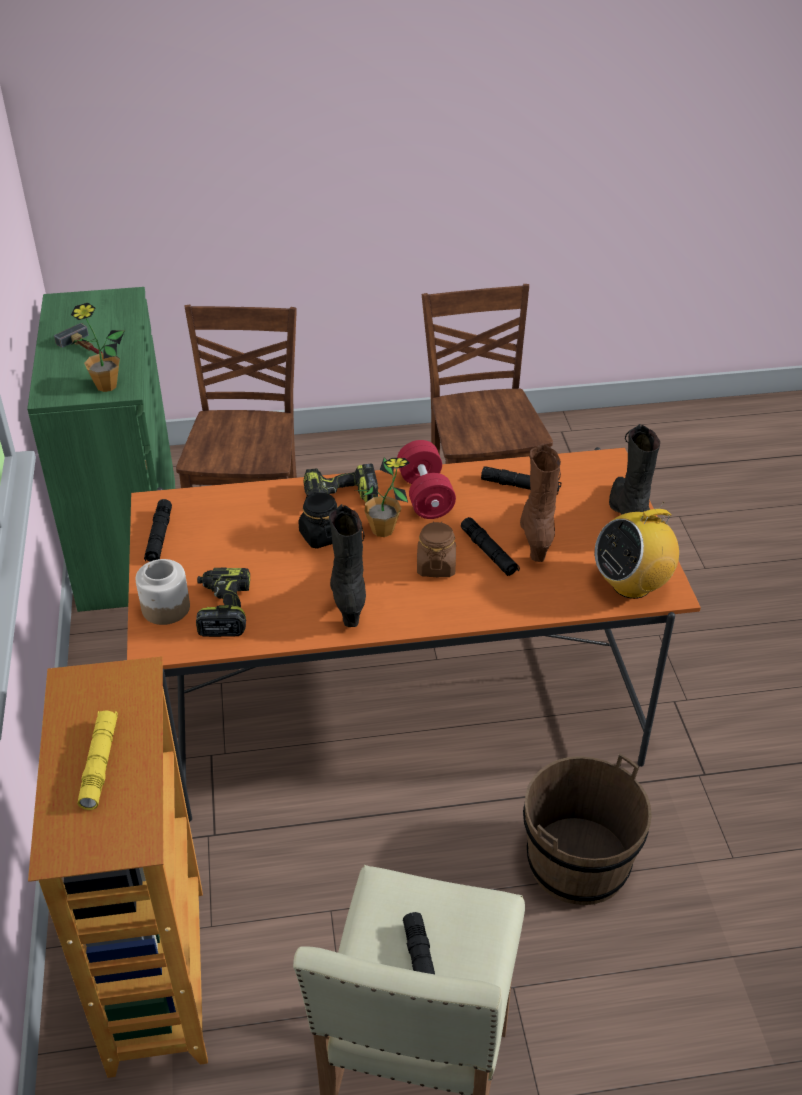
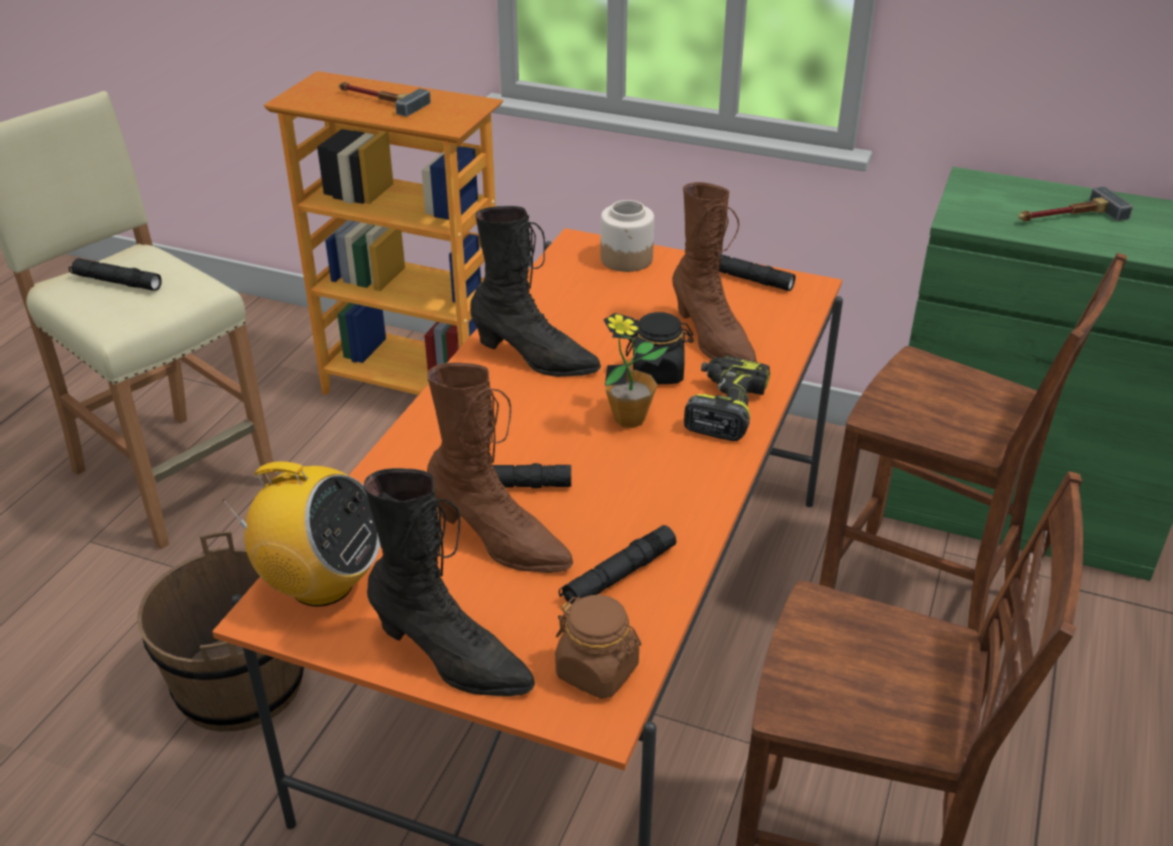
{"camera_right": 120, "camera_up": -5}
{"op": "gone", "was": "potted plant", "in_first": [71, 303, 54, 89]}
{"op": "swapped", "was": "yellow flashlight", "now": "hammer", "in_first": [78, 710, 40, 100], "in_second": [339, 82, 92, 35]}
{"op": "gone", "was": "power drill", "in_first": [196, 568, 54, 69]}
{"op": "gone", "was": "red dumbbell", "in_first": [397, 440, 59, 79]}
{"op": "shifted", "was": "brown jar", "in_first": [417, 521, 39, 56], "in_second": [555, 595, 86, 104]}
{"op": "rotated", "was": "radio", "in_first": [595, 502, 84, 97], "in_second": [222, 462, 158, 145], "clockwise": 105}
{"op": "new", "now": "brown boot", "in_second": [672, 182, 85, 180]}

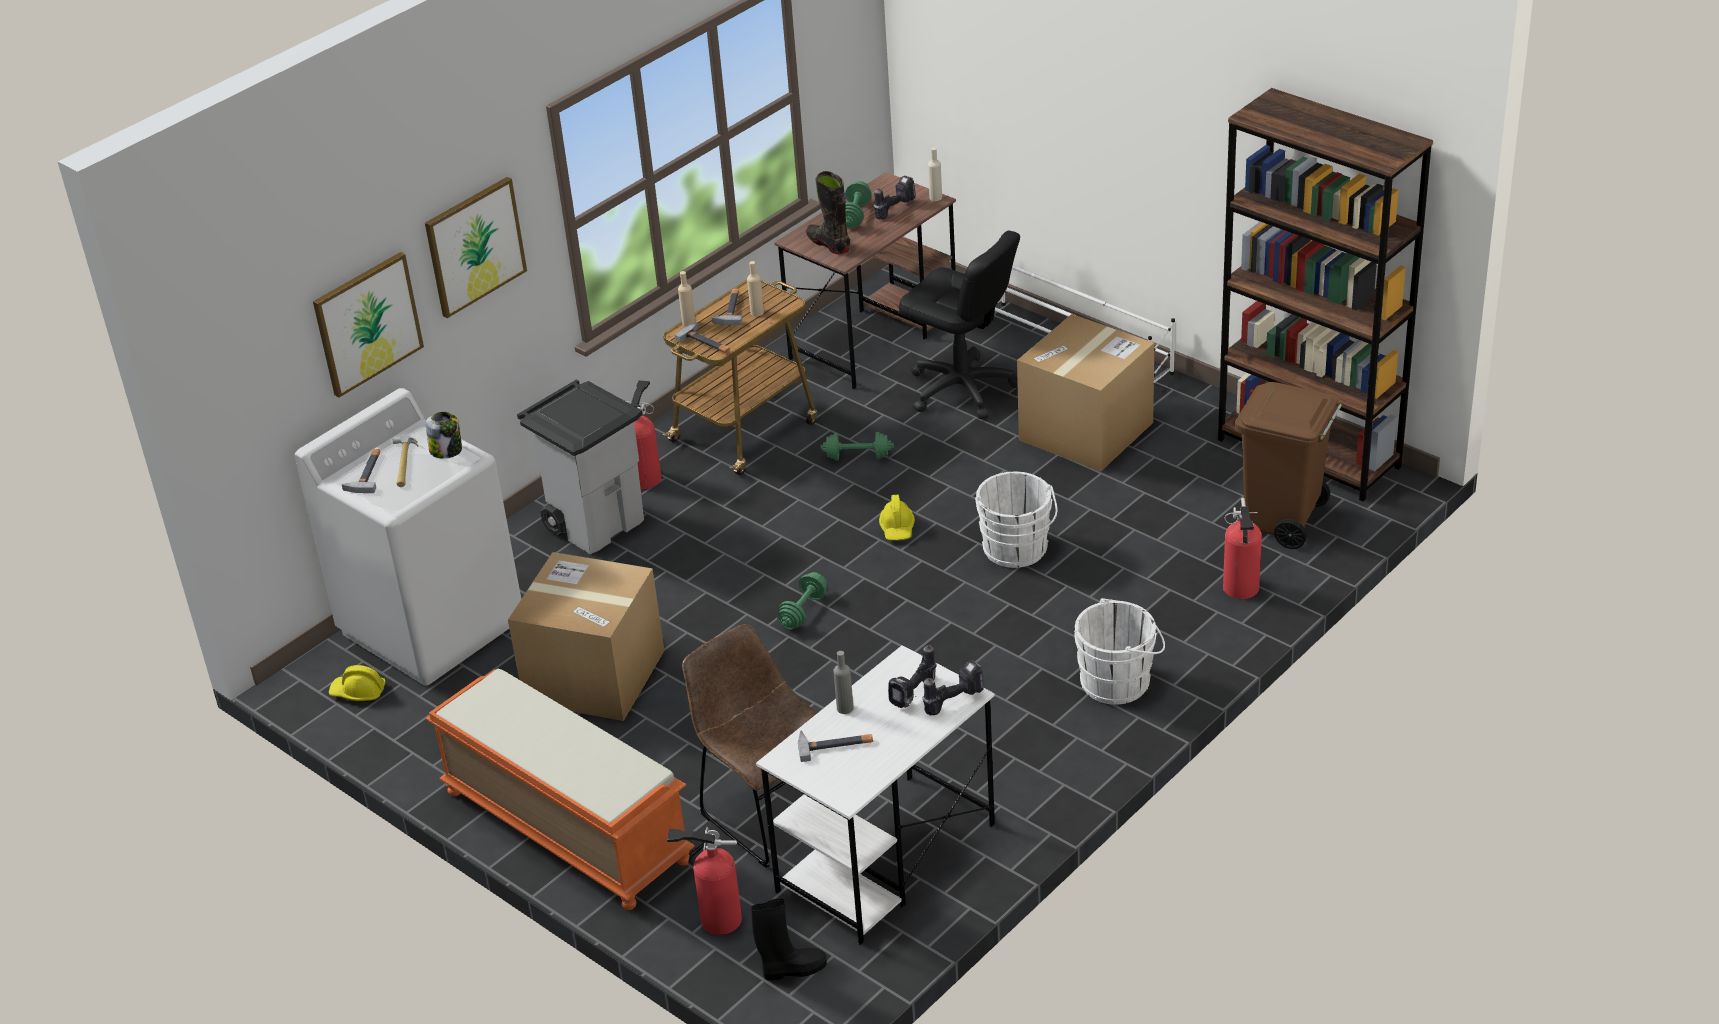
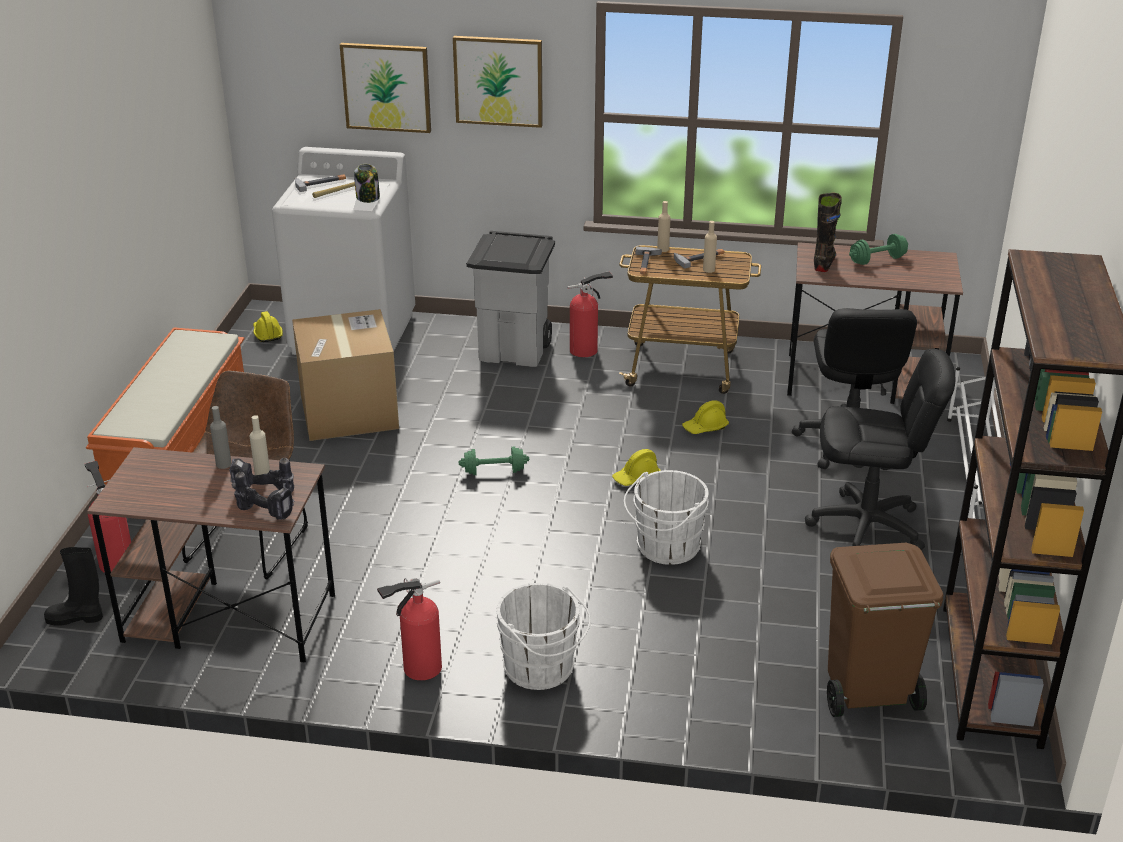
{"camera_right": 55, "camera_up": -5}
{"op": "rotated", "was": "black boot", "in_first": [751, 898, 76, 83], "in_second": [44, 547, 59, 78], "clockwise": 135}
{"op": "repainted", "was": "white desk", "now": "brown desk", "in_first": [756, 645, 239, 300], "in_second": [87, 447, 248, 216]}
{"op": "gone", "was": "hammer", "in_first": [798, 730, 75, 32]}
{"op": "swapped", "was": "green dumbbell", "now": "yellow hard hat", "in_first": [820, 432, 74, 28], "in_second": [682, 400, 47, 34]}
{"op": "gone", "was": "power drill", "in_first": [874, 175, 41, 45]}
{"op": "shifted", "was": "beige bottle", "in_first": [928, 147, 14, 54], "in_second": [249, 415, 21, 60]}
{"op": "swapped", "was": "cardboard box", "now": "black office chair", "in_first": [1017, 314, 137, 158], "in_second": [805, 349, 150, 202]}
{"op": "shifted", "was": "fire extinguisher", "in_first": [1223, 498, 39, 101], "in_second": [377, 578, 65, 102]}

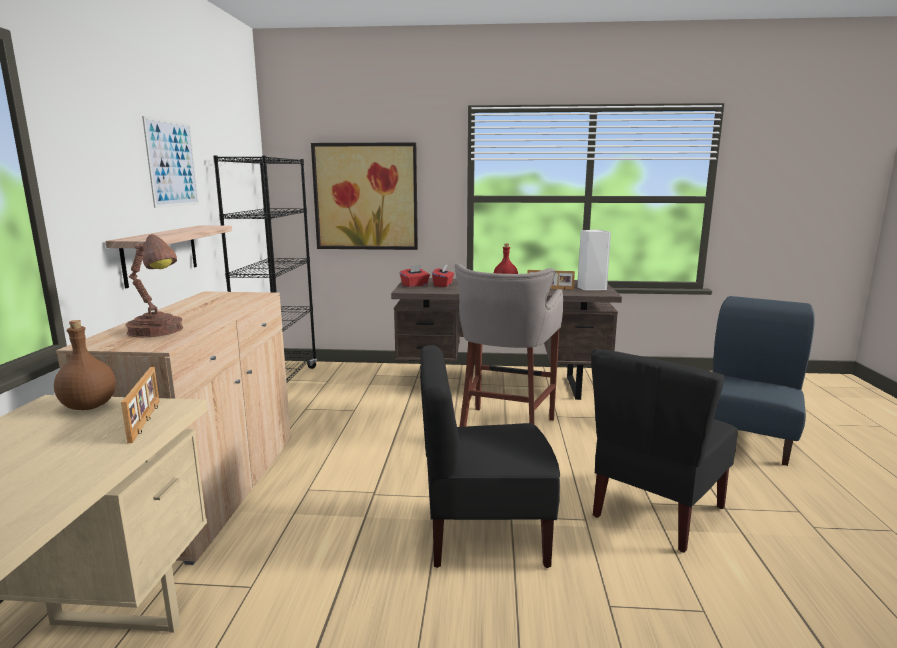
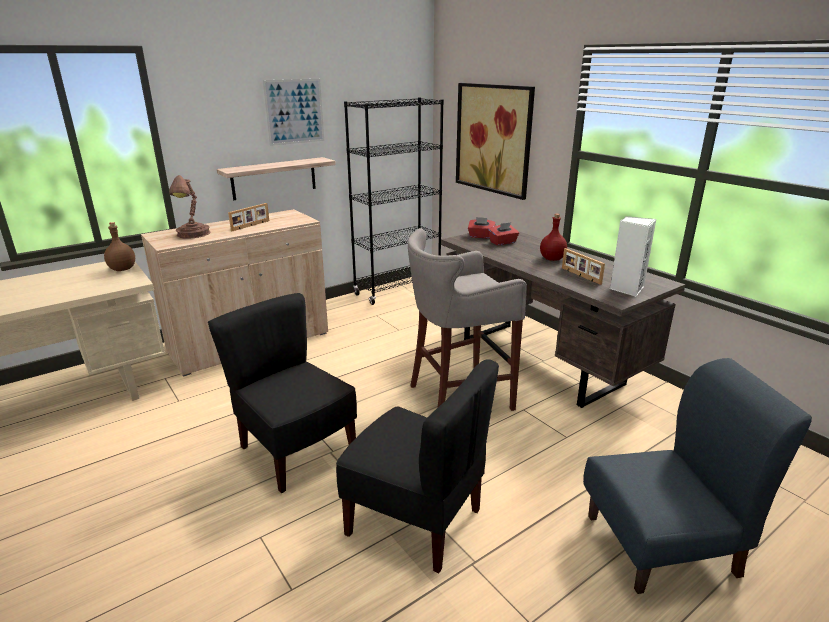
{"camera_right": 50, "camera_up": 10}
{"op": "shifted", "was": "picture frame", "in_first": [121, 367, 38, 76], "in_second": [228, 203, 41, 28]}
{"op": "rotated", "was": "black chair", "in_first": [591, 349, 147, 204], "in_second": [336, 359, 163, 214], "clockwise": -150}

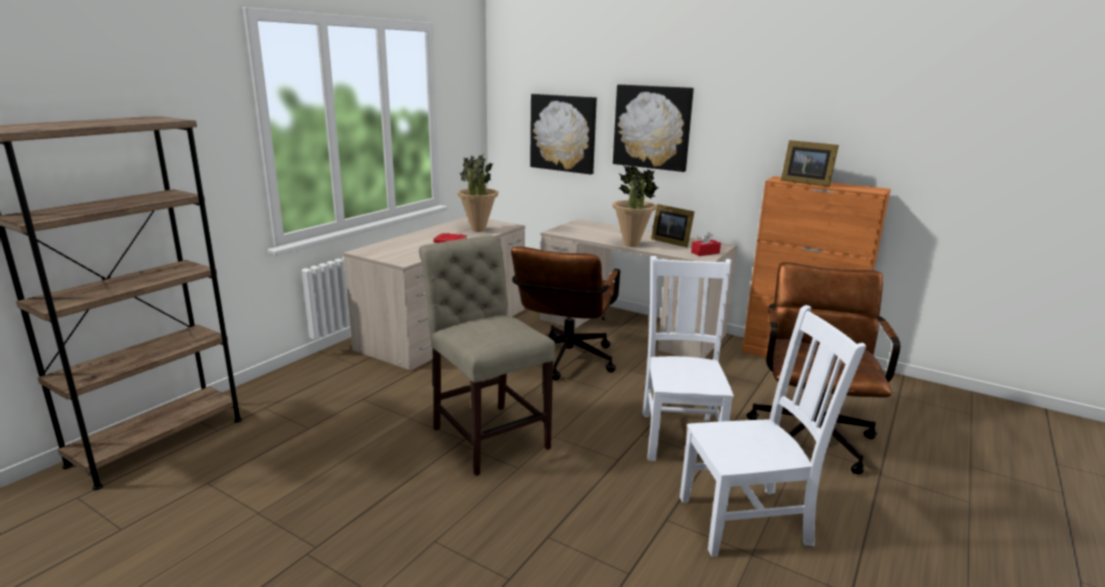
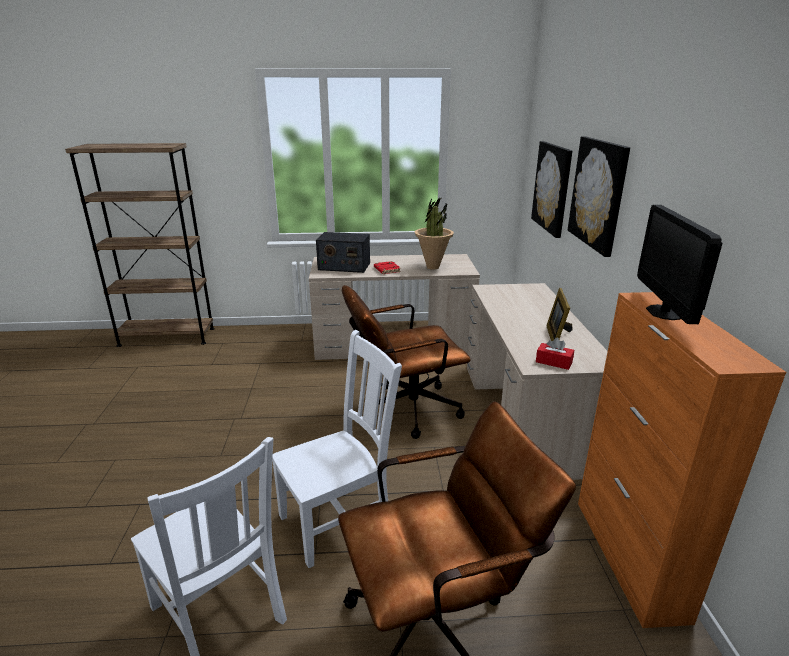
{"camera_right": 55, "camera_up": 5}
{"op": "gone", "was": "beige chair", "in_first": [419, 235, 136, 241]}
{"op": "gone", "was": "potted plant", "in_first": [612, 164, 46, 83]}
{"op": "swapped", "was": "picture frame", "now": "monitor", "in_first": [781, 140, 58, 47], "in_second": [637, 205, 86, 119]}
{"op": "new", "now": "radio", "in_second": [316, 232, 54, 41]}

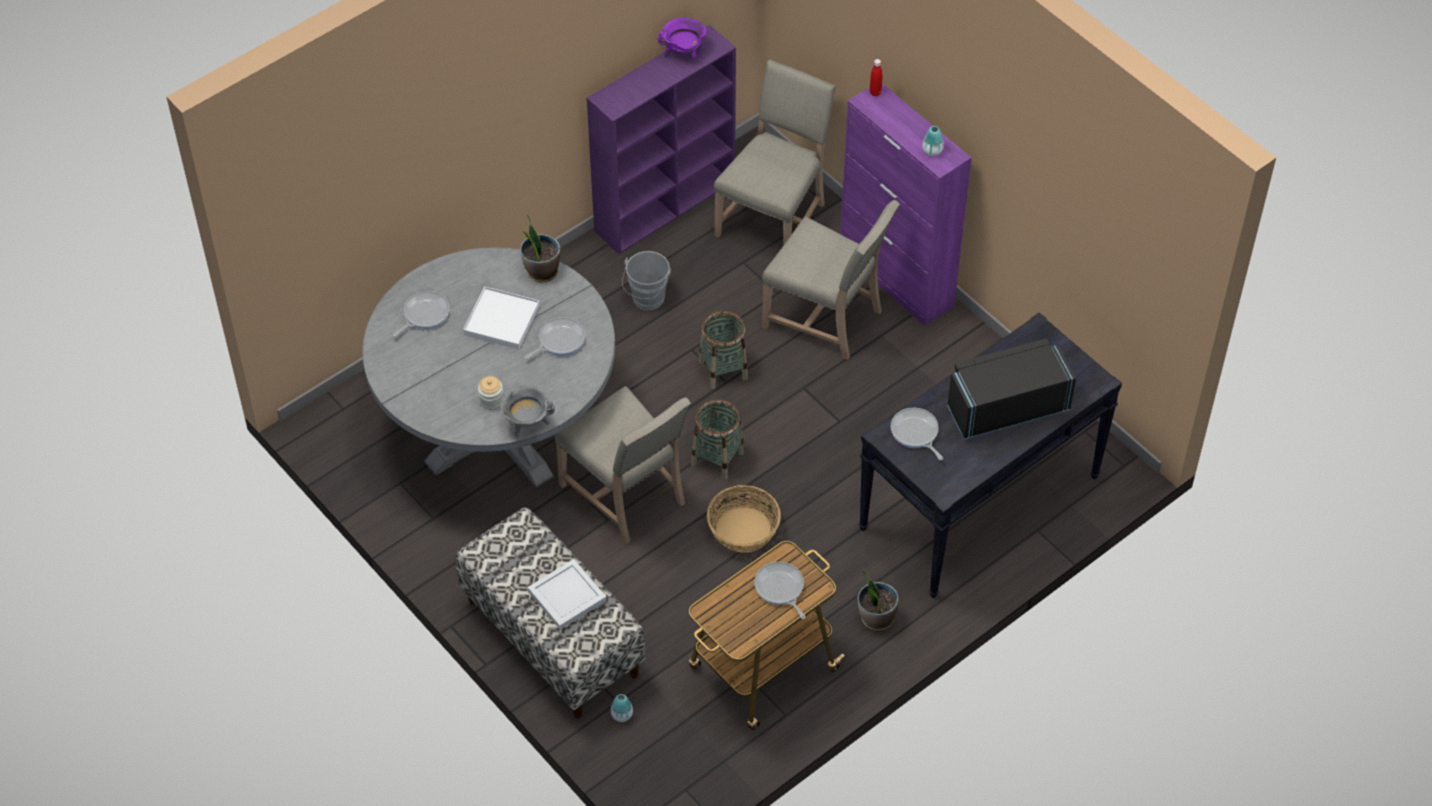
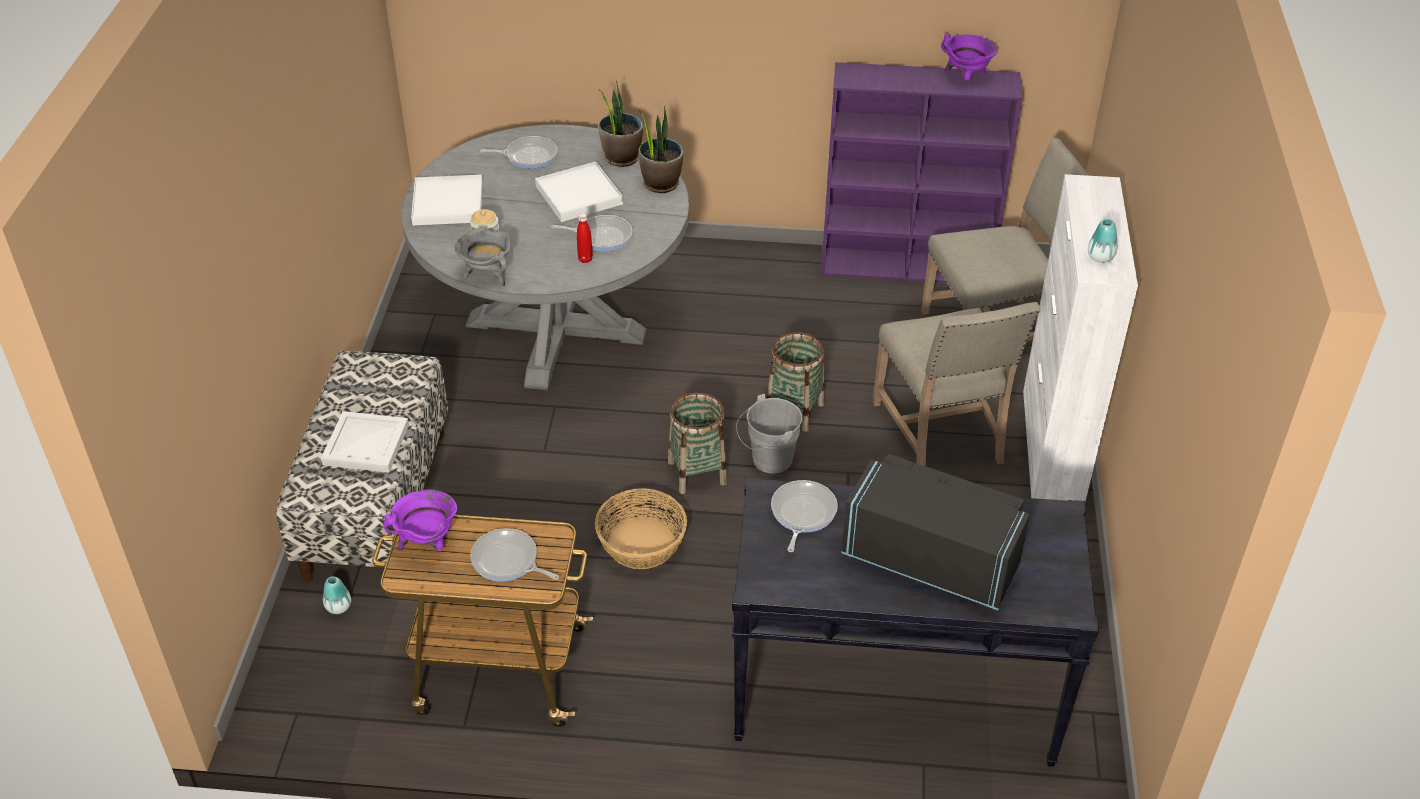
{"camera_right": 45, "camera_up": -10}
{"op": "gone", "was": "beige chair", "in_first": [554, 386, 137, 158]}
{"op": "shifted", "was": "grey bucket", "in_first": [622, 251, 49, 59], "in_second": [736, 394, 66, 80]}
{"op": "rotated", "was": "frying pan", "in_first": [755, 562, 51, 57], "in_second": [470, 528, 89, 54], "clockwise": -75}
{"op": "repainted", "was": "purple cabinet", "now": "white cabinet", "in_first": [840, 84, 132, 242], "in_second": [1023, 174, 115, 328]}
{"op": "shifted", "was": "potted plant", "in_first": [858, 570, 41, 61], "in_second": [599, 80, 44, 87]}
{"op": "shifted", "was": "red bottle", "in_first": [870, 59, 13, 37], "in_second": [577, 213, 16, 50]}
{"op": "new", "now": "purple cooking pot", "in_second": [383, 489, 74, 62]}
{"op": "new", "now": "white tray", "in_second": [411, 175, 72, 50]}

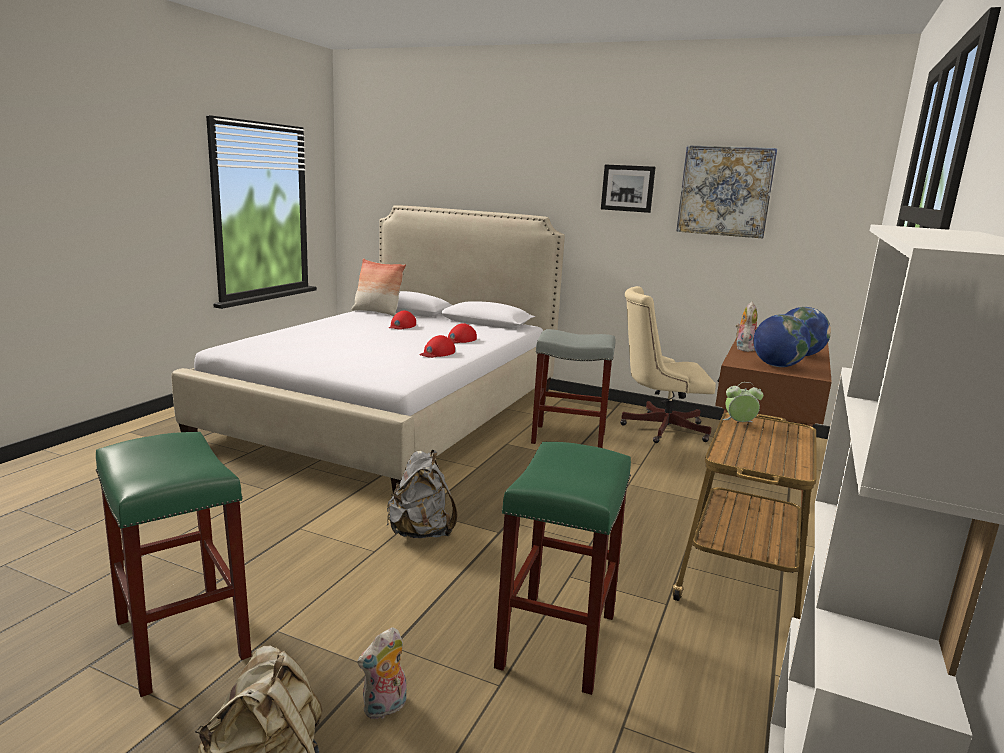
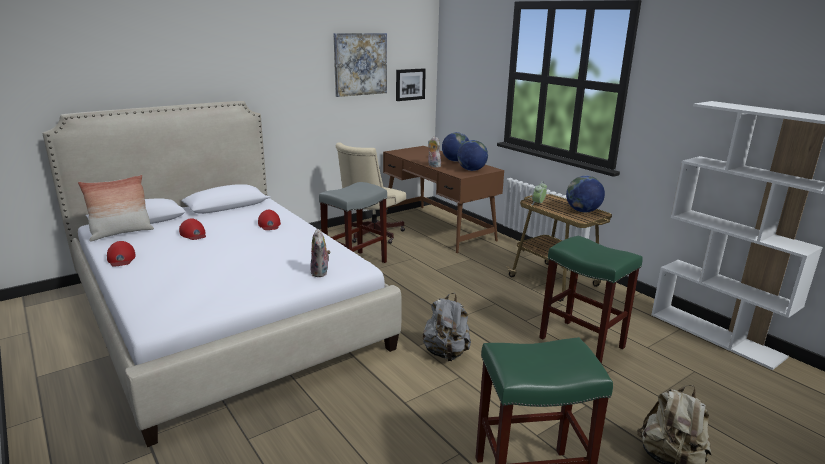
{"camera_right": -60, "camera_up": 5}
{"op": "shifted", "was": "plush toy", "in_first": [357, 627, 50, 92], "in_second": [310, 229, 21, 48]}
{"op": "shifted", "was": "red cap", "in_first": [419, 335, 36, 23], "in_second": [107, 241, 29, 26]}
{"op": "shifted", "was": "picture", "in_first": [601, 164, 55, 49], "in_second": [396, 68, 30, 33]}
{"op": "new", "now": "globe", "in_second": [566, 176, 39, 36]}

